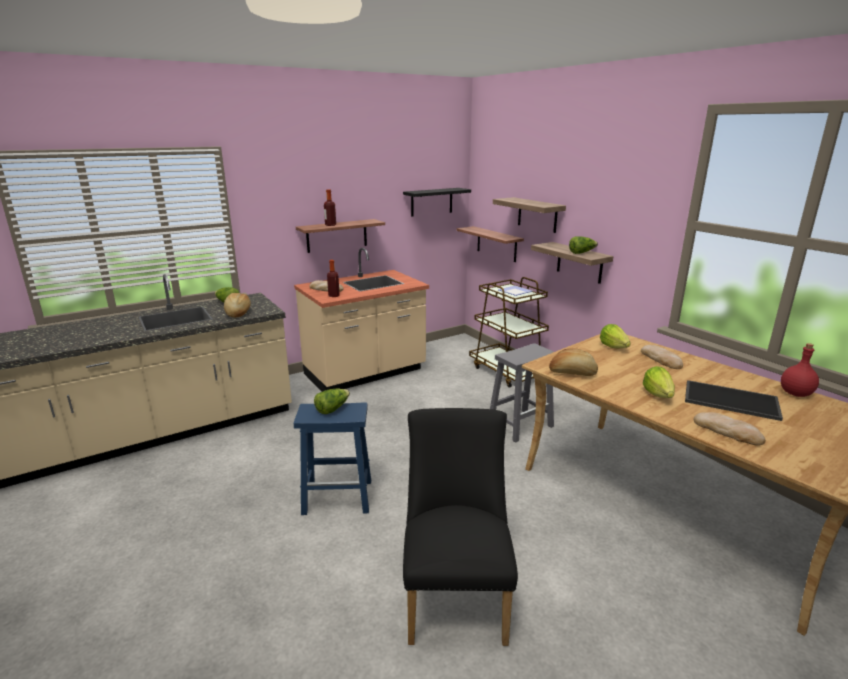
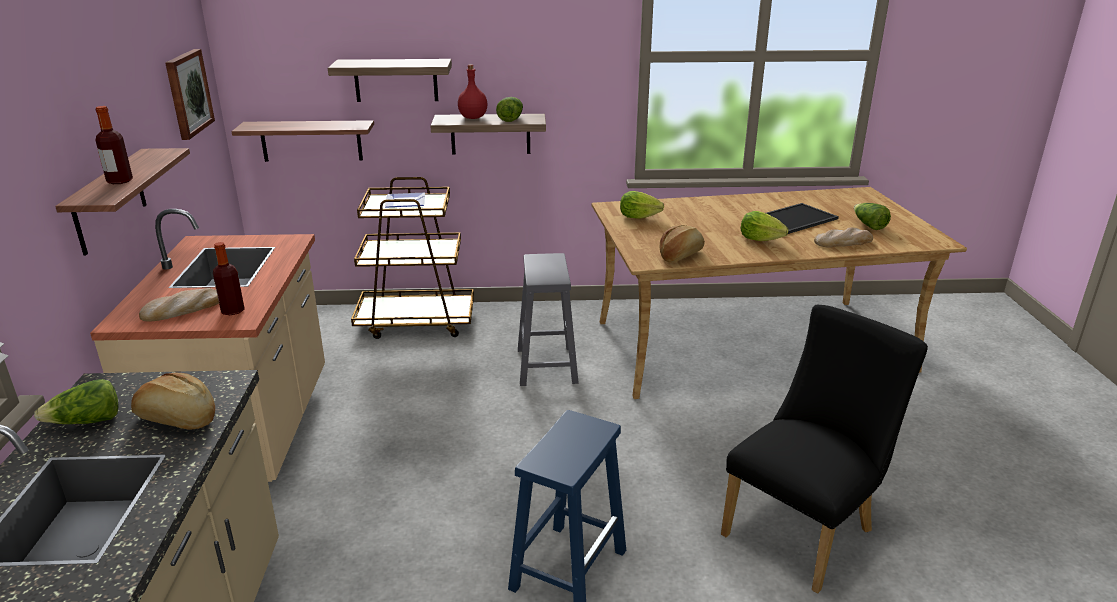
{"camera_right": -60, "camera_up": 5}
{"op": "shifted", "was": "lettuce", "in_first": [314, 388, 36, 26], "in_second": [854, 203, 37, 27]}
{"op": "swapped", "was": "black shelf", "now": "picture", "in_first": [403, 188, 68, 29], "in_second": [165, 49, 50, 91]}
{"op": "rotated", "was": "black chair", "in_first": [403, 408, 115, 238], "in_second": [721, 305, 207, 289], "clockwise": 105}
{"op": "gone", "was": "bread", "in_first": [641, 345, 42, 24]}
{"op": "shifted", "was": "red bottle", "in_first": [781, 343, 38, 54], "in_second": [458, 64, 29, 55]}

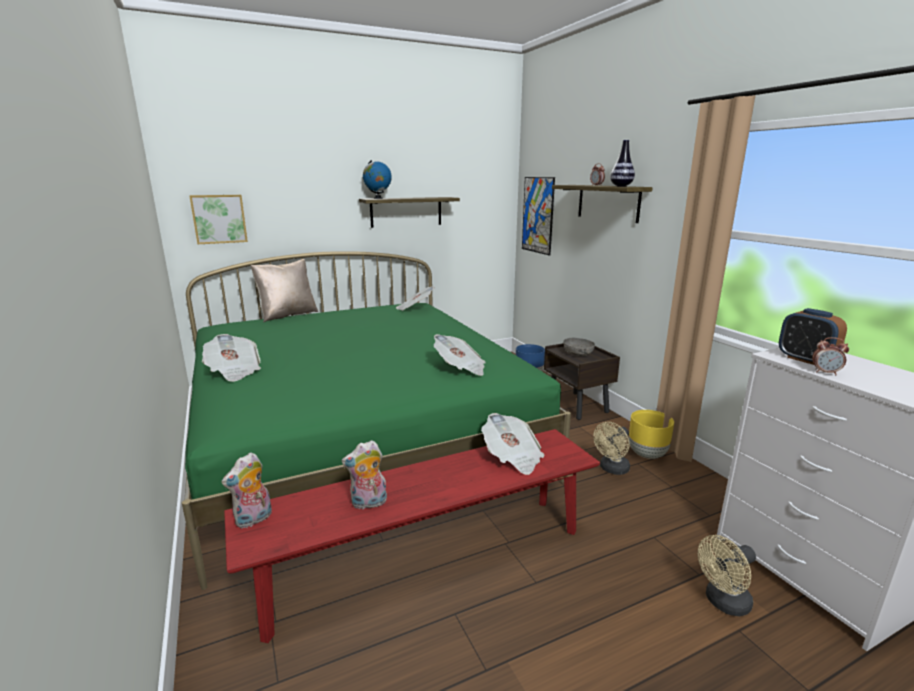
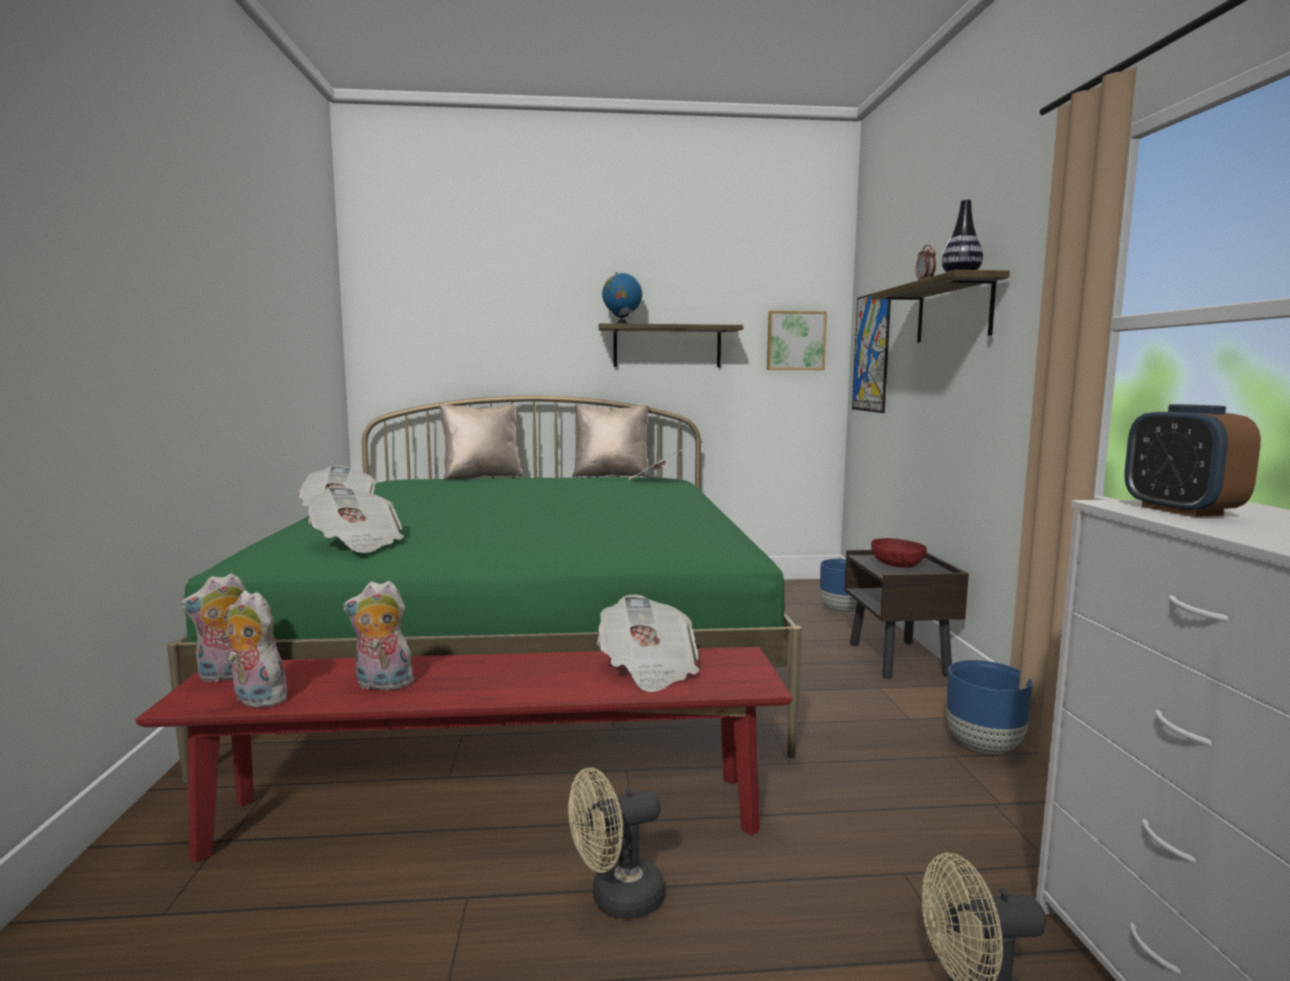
{"camera_right": 20, "camera_up": -10}
{"op": "shifted", "was": "picture", "in_first": [189, 195, 59, 49], "in_second": [767, 311, 60, 59]}
{"op": "shifted", "was": "newspaper", "in_first": [433, 334, 53, 42], "in_second": [308, 486, 96, 67]}
{"op": "repainted", "was": "grey bowl", "now": "red bowl", "in_first": [563, 338, 32, 18], "in_second": [871, 538, 56, 30]}
{"op": "shifted", "was": "beige fan", "in_first": [593, 422, 37, 53], "in_second": [568, 768, 97, 151]}
{"op": "repainted", "was": "yellow planter", "now": "blue planter", "in_first": [629, 410, 45, 49], "in_second": [946, 660, 87, 94]}
{"op": "gone", "was": "alarm clock", "in_first": [812, 337, 37, 38]}
{"op": "new", "now": "plush toy", "in_second": [226, 591, 67, 117]}
{"op": "new", "now": "beige pillow", "in_second": [572, 404, 77, 73]}

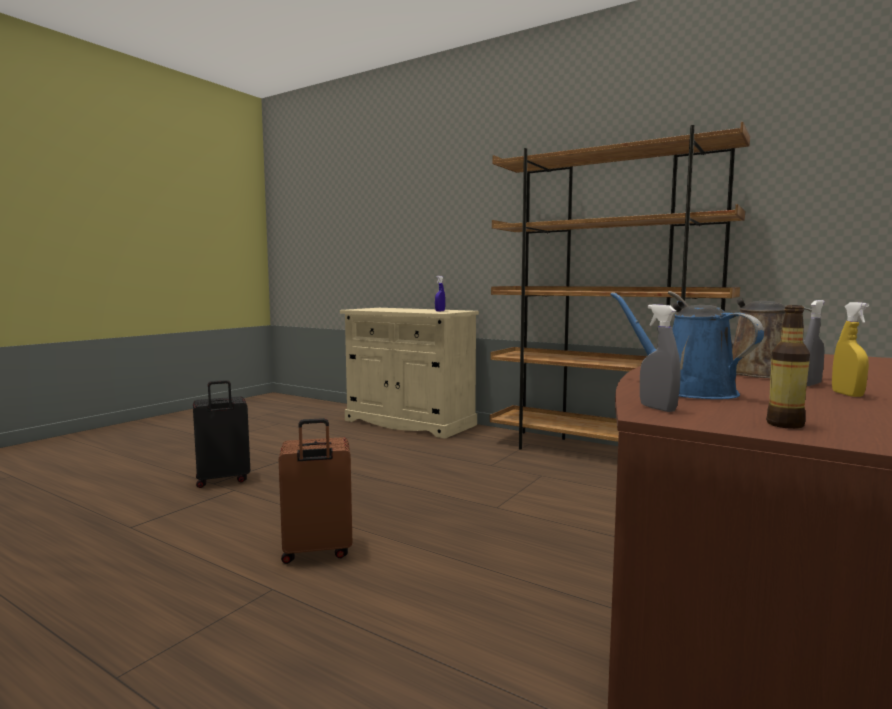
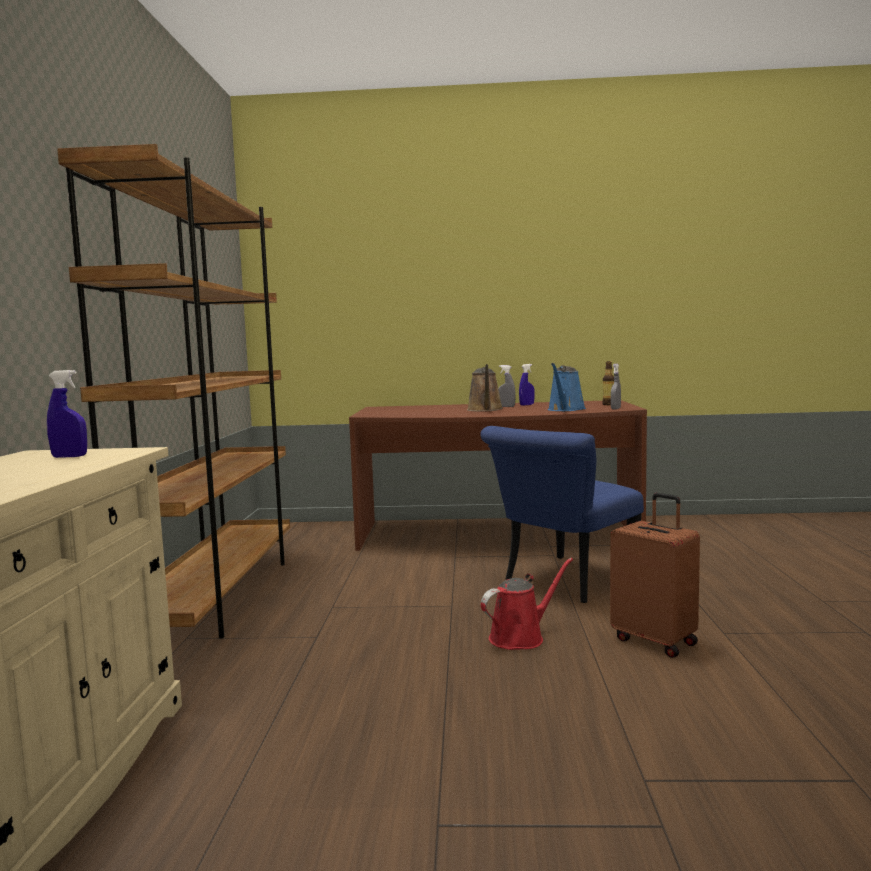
{"camera_right": -120, "camera_up": 0}
{"op": "gone", "was": "black suitcase", "in_first": [193, 380, 57, 108]}
{"op": "repainted", "was": "yellow spray bottle", "now": "blue spray bottle", "in_first": [832, 302, 37, 95], "in_second": [519, 364, 16, 42]}
{"op": "new", "now": "blue chair", "in_second": [480, 426, 164, 177]}
{"op": "new", "now": "red watering can", "in_second": [481, 558, 92, 92]}

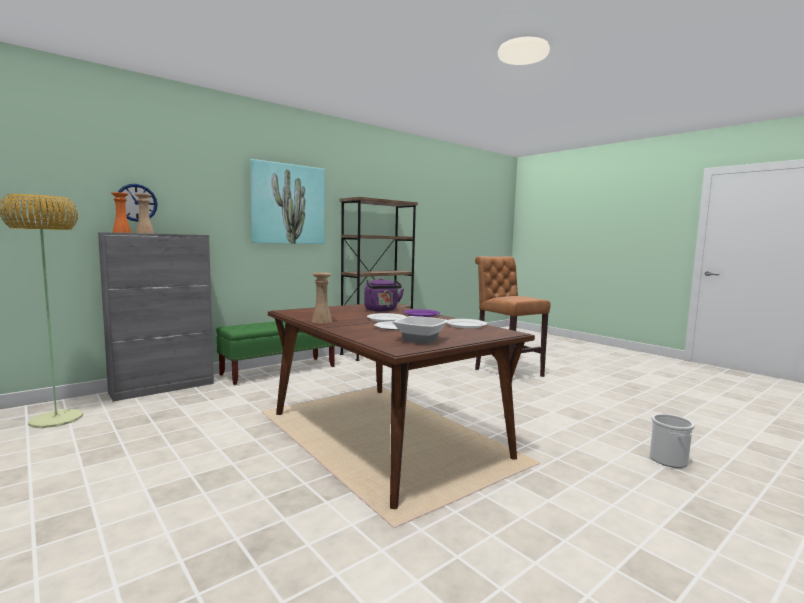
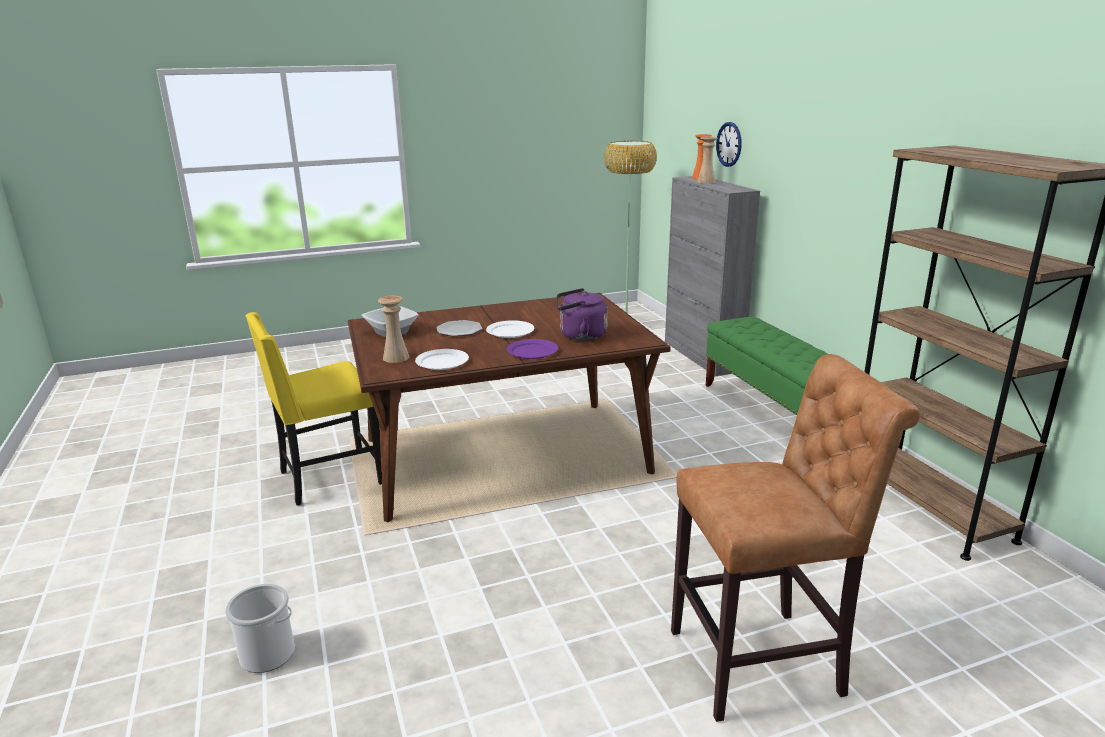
{"camera_right": 110, "camera_up": 15}
{"op": "gone", "was": "picture", "in_first": [250, 159, 75, 85]}
{"op": "shifted", "was": "beige vase", "in_first": [311, 273, 21, 50], "in_second": [378, 296, 32, 67]}
{"op": "new", "now": "yellow chair", "in_second": [245, 312, 137, 193]}

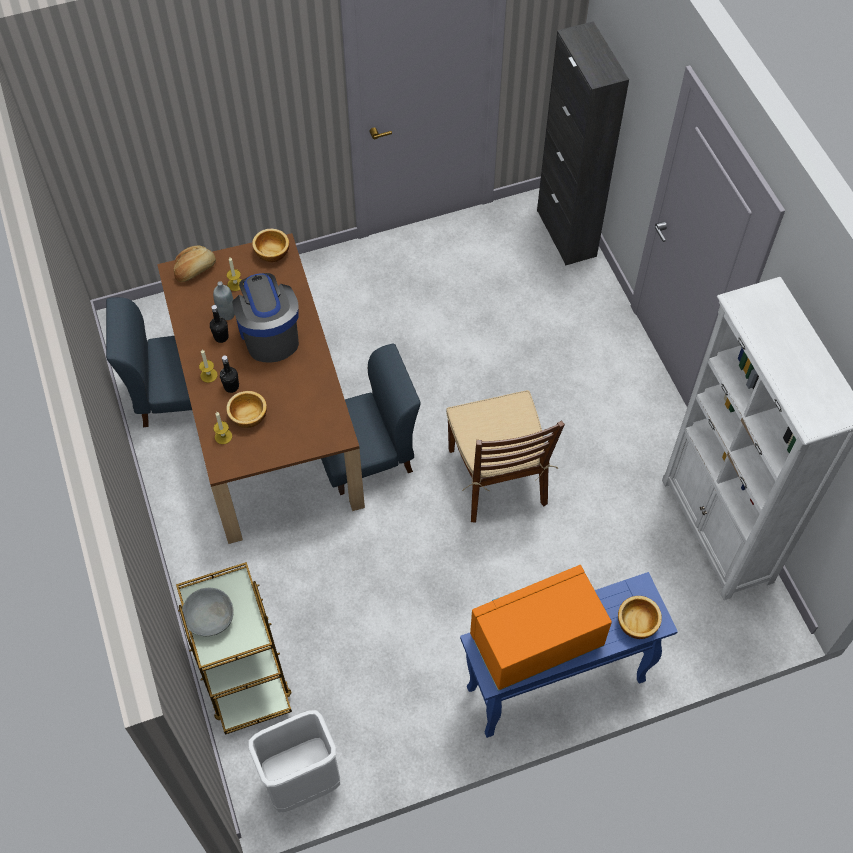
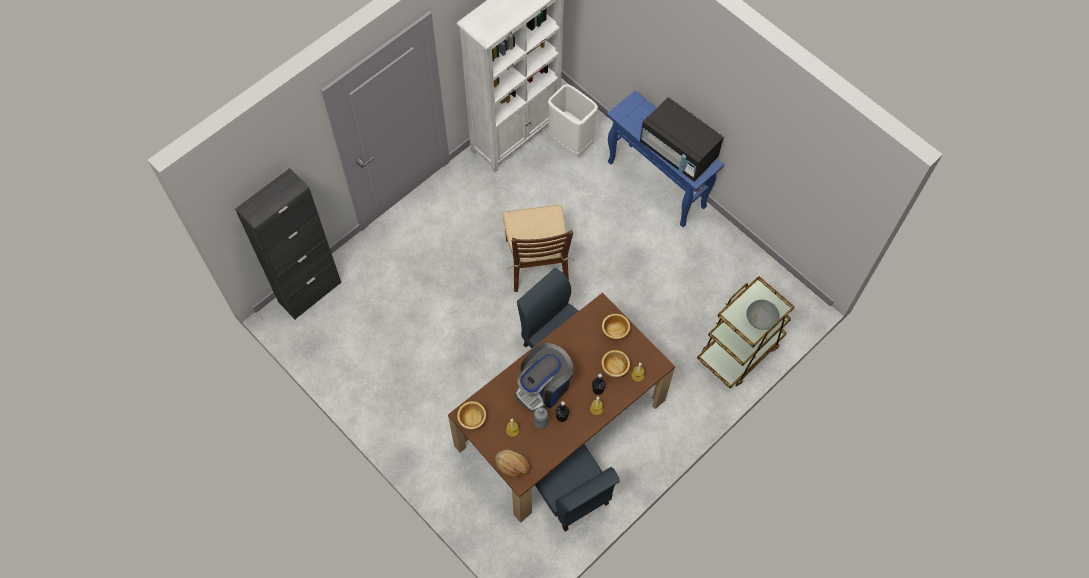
{"camera_right": -115, "camera_up": 5}
{"op": "shifted", "was": "white trash can", "in_first": [248, 710, 92, 102], "in_second": [548, 84, 50, 73]}
{"op": "rotated", "was": "brown chair", "in_first": [446, 390, 119, 133], "in_second": [503, 204, 72, 88], "clockwise": 120}
{"op": "repainted", "was": "orange microwave", "now": "black microwave", "in_first": [470, 565, 142, 126], "in_second": [640, 97, 84, 85]}
{"op": "shifted", "was": "bowl", "in_first": [618, 596, 44, 43], "in_second": [602, 314, 29, 27]}

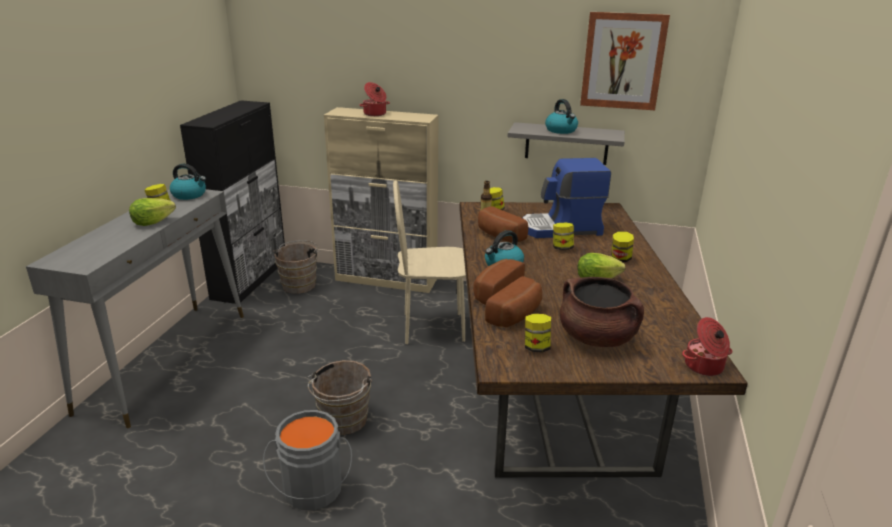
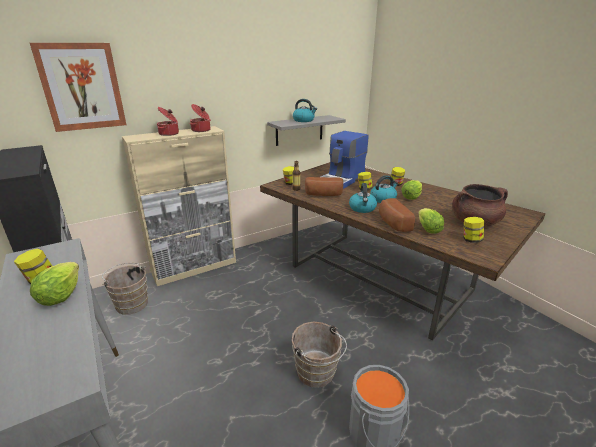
{"camera_right": -45, "camera_up": 0}
{"op": "shifted", "was": "kettle", "in_first": [170, 164, 36, 36], "in_second": [370, 175, 28, 28]}
{"op": "gone", "was": "beige chair", "in_first": [393, 180, 73, 164]}
{"op": "swapped", "was": "bread", "now": "lettuce", "in_first": [485, 276, 57, 51], "in_second": [419, 208, 25, 26]}
{"op": "shifted", "was": "picture", "in_first": [580, 12, 90, 98], "in_second": [30, 43, 97, 89]}
{"op": "shifted", "was": "cooking pot", "in_first": [682, 317, 50, 59], "in_second": [189, 104, 22, 28]}

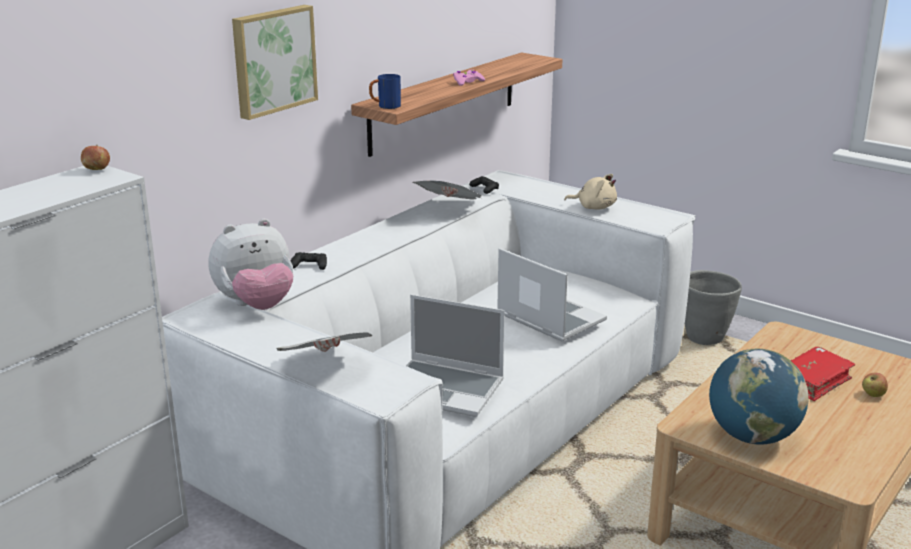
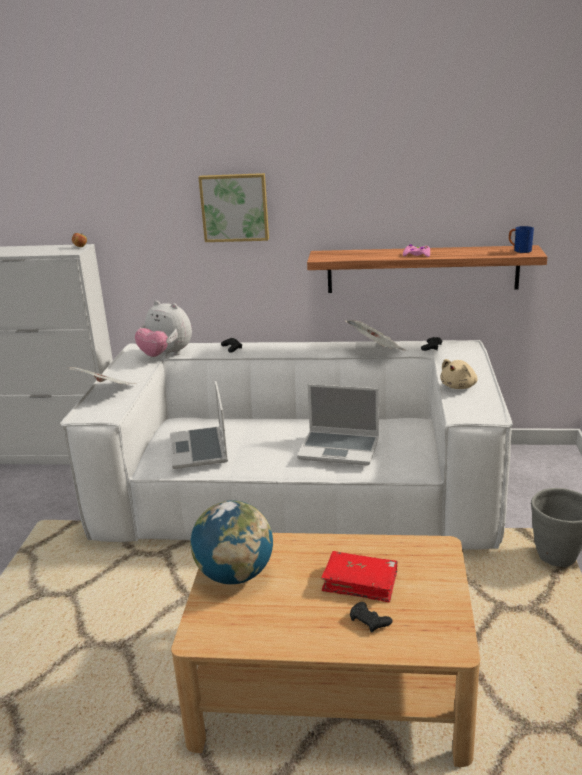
{"camera_right": 60, "camera_up": 0}
{"op": "shifted", "was": "blue mug", "in_first": [369, 74, 32, 35], "in_second": [509, 226, 25, 27]}
{"op": "rotated", "was": "laptop", "in_first": [497, 248, 110, 94], "in_second": [297, 384, 82, 82], "clockwise": 90}
{"op": "rotated", "was": "beige plush toy", "in_first": [564, 174, 53, 36], "in_second": [440, 359, 38, 30], "clockwise": 45}
{"op": "swapped", "was": "apple", "now": "black game controller", "in_first": [862, 373, 26, 24], "in_second": [350, 602, 43, 30]}

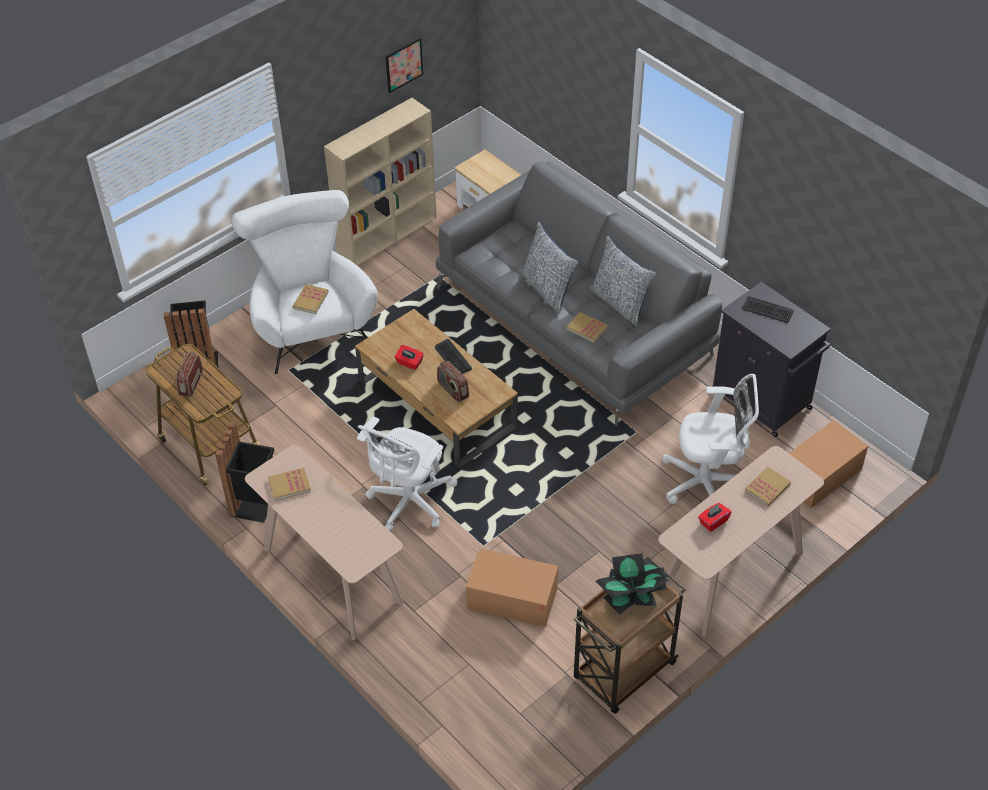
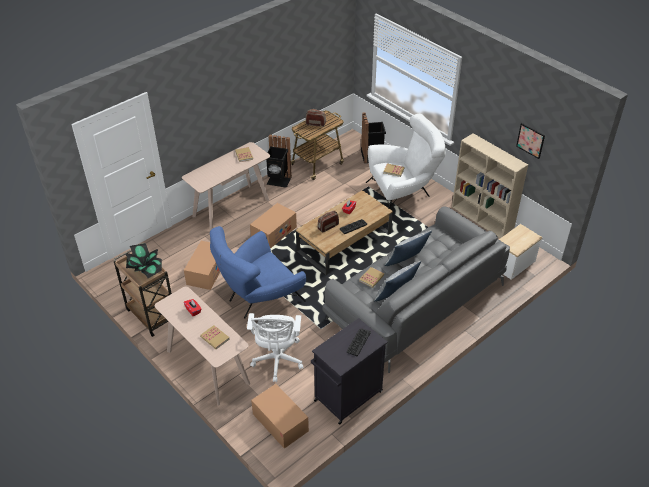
{"camera_right": 90, "camera_up": -5}
{"op": "swapped", "was": "white office chair", "now": "cardboard box", "in_first": [357, 416, 100, 116], "in_second": [250, 203, 47, 46]}
{"op": "new", "now": "blue armchair", "in_second": [210, 226, 96, 93]}

